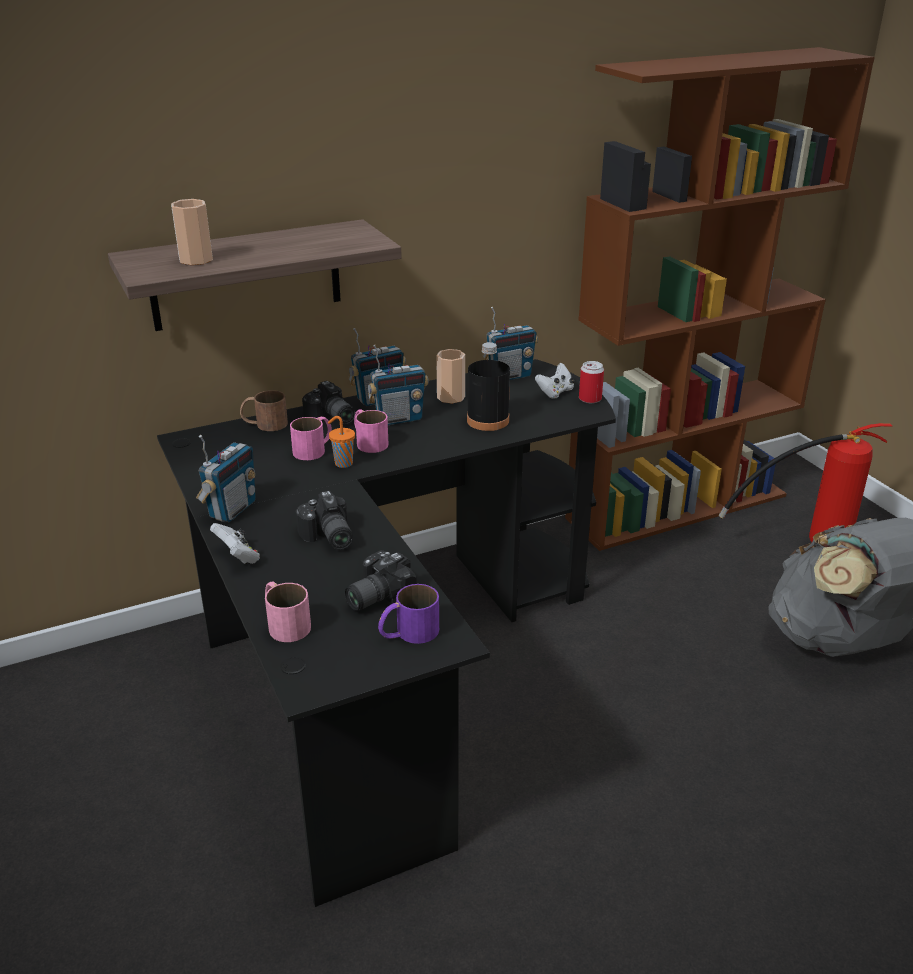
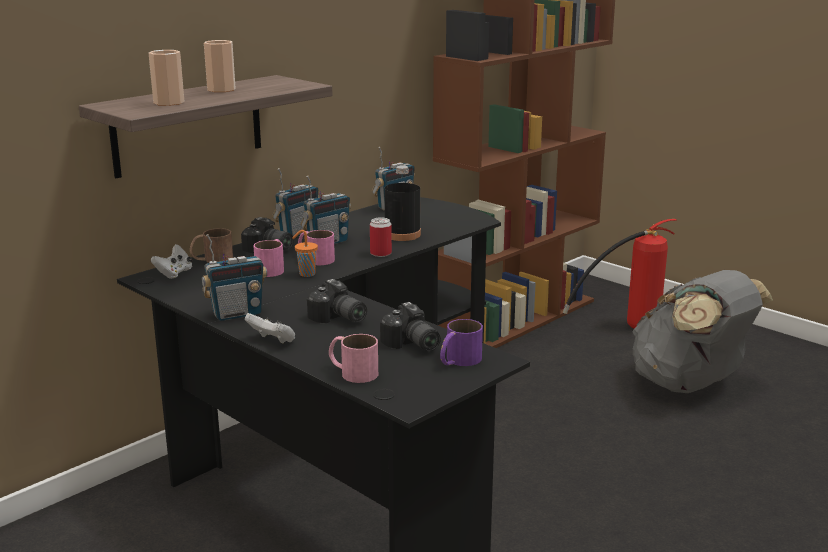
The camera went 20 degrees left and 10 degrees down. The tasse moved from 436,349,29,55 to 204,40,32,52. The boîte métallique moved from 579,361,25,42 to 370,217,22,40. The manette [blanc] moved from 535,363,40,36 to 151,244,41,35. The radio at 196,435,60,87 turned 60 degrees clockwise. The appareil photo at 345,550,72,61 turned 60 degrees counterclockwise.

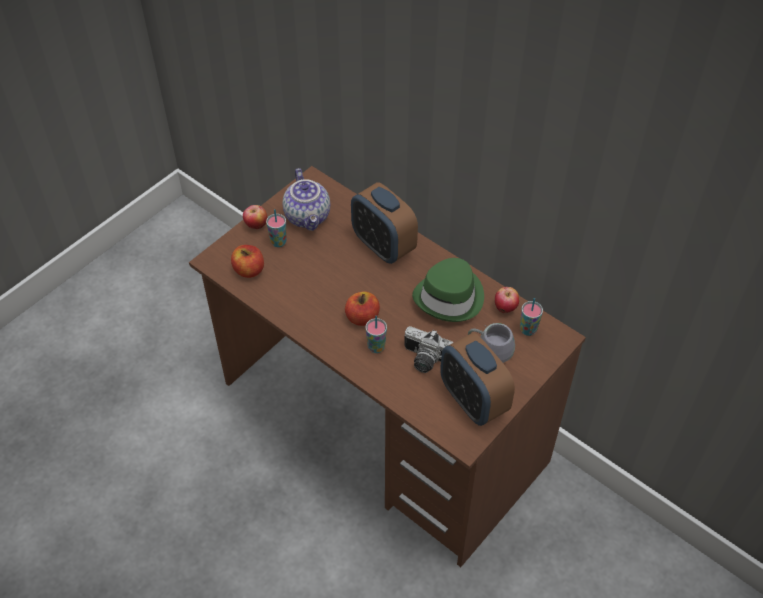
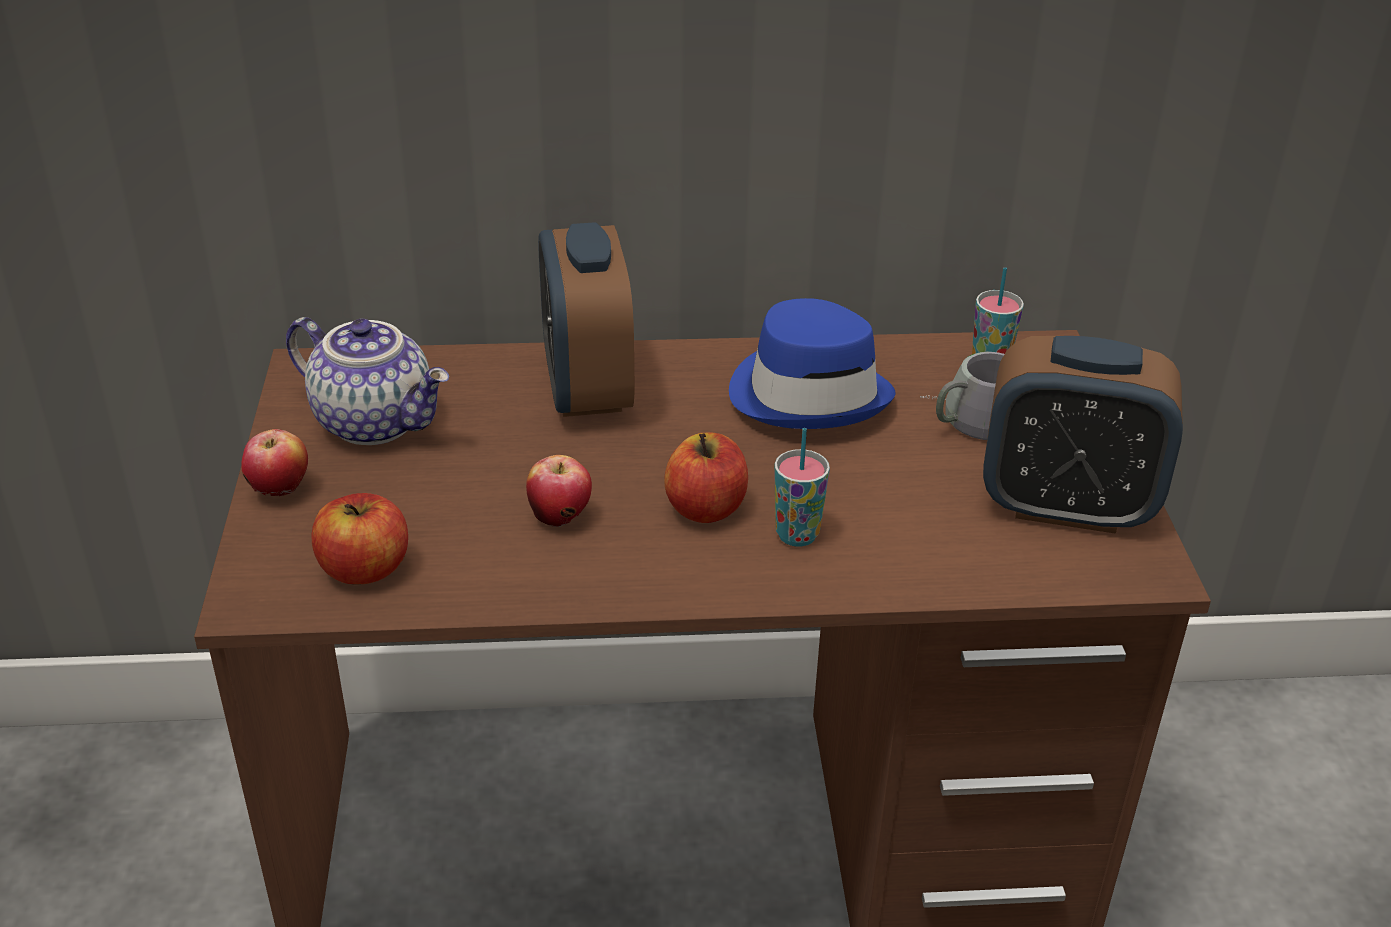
The camera went 45 degrees left and 15 degrees down. The réveil at 351,182,67,82 turned 75 degrees clockwise. The tasse at 266,209,21,38 disappeared. The chapeau [vert] at 412,258,72,64 became the chapeau [bleu] at 729,298,166,131. The pomme moved from 495,287,24,26 to 526,455,66,72. The appareil photo at 404,326,49,47 disappeared.

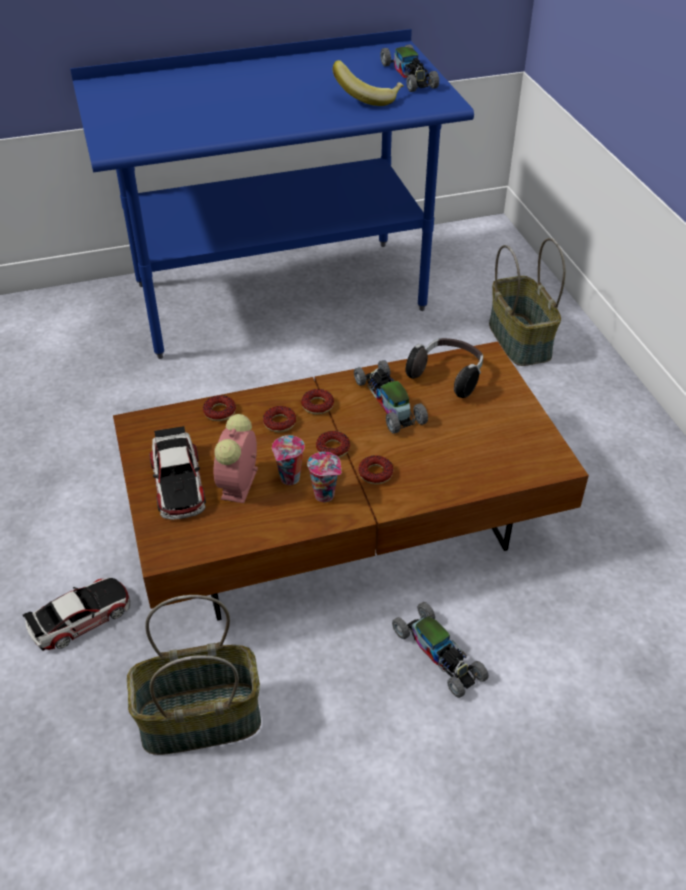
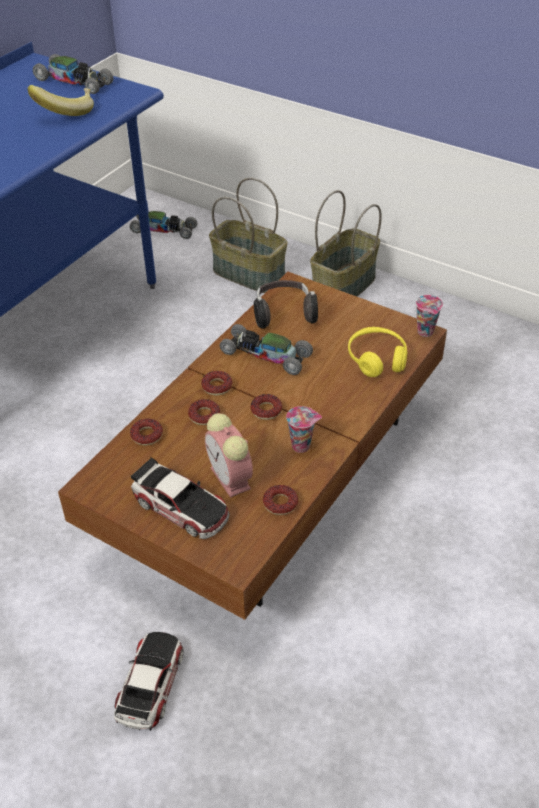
The camera went 40 degrees left and 0 degrees up. The tasse moved from 272,435,33,50 to 416,295,27,42. The beignet moved from 358,455,35,29 to 263,485,35,30. The panier moved from 127,595,134,160 to 310,190,72,107. The petite voiture moved from 392,602,97,96 to 130,211,67,28. The casque audio [jaune] at 348,327,60,50 appeared.

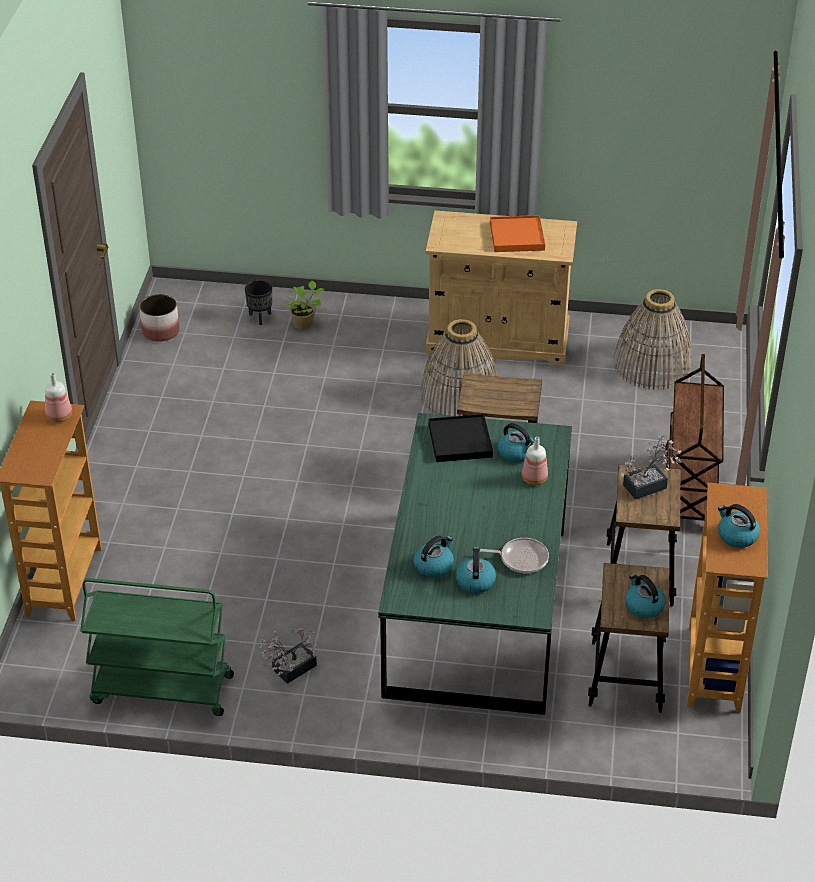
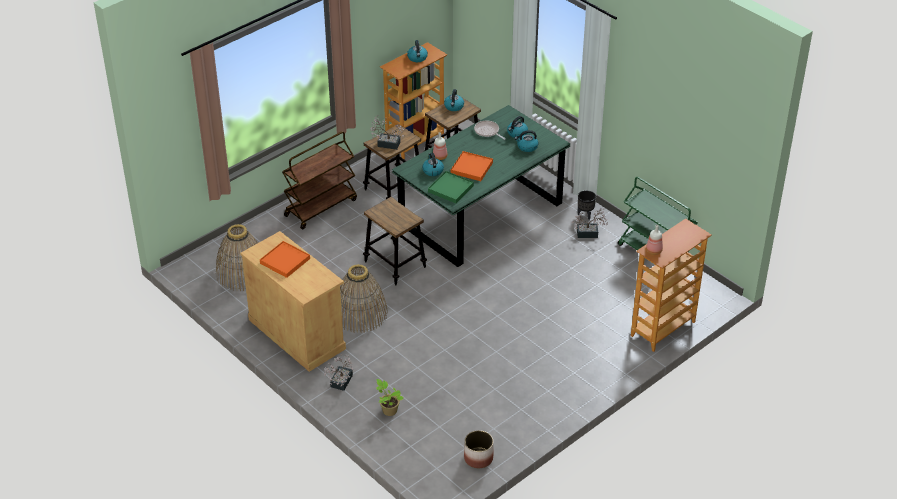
The camera went 140 degrees left and 0 degrees up. The cache-pot [noir] moved from 245,280,27,45 to 578,190,18,30. The plateau [noir] at 428,414,65,48 became the plateau [vert] at 428,171,46,32. The plateau [orange] at 451,151,42,30 appeared. The plante en pot at 324,355,29,36 appeared.

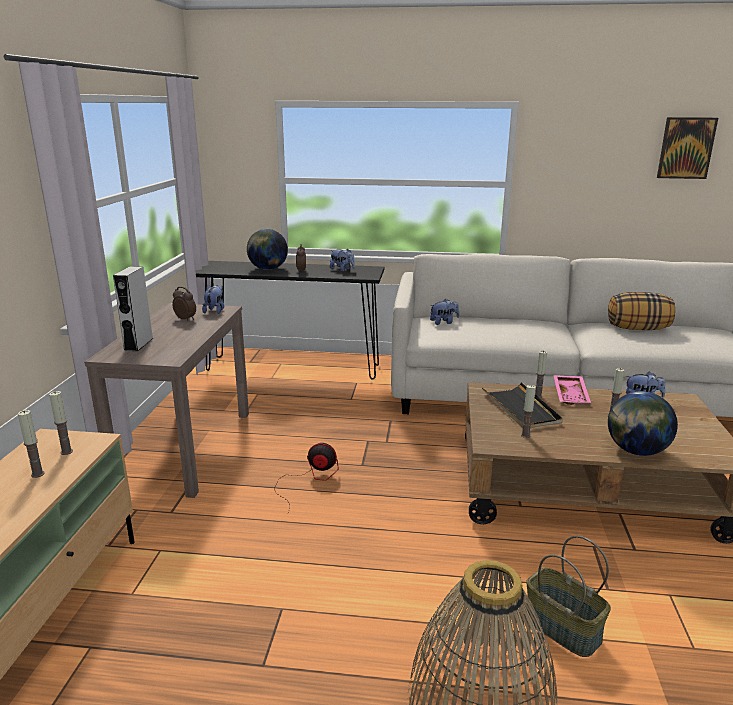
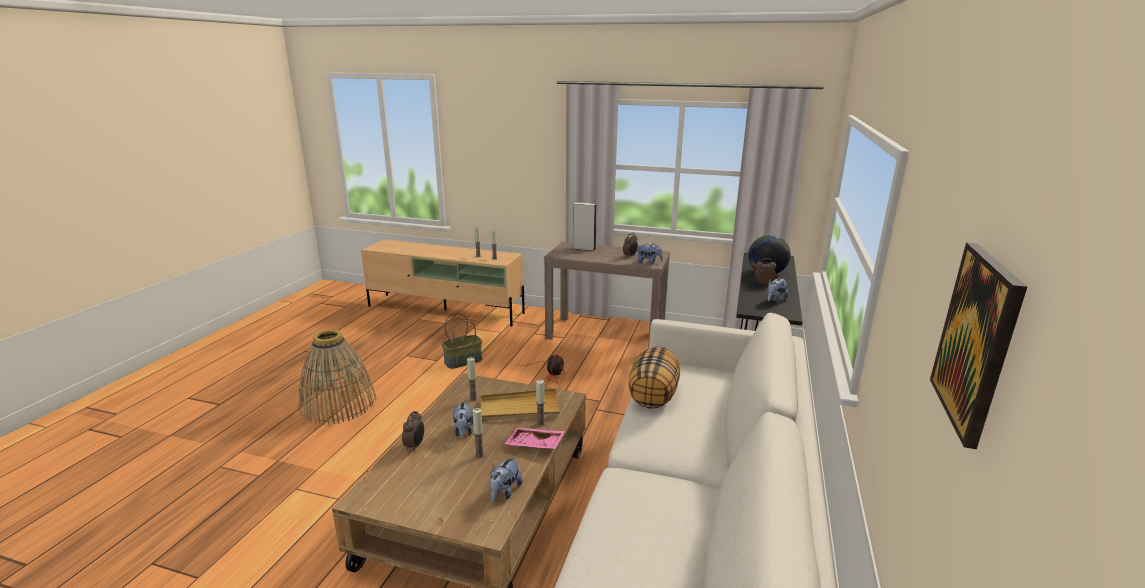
The camera went 100 degrees right and 0 degrees up. The coussin moved from 608,292,67,38 to 628,347,52,61. The peluche moved from 430,299,29,26 to 453,400,20,39. The plateau [noir] at 482,382,81,47 became the plateau [beige] at 480,389,80,32. The globe at 608,391,70,65 was replaced by the réveil at 402,411,22,41. The panier moved from 524,536,87,121 to 442,313,40,56.

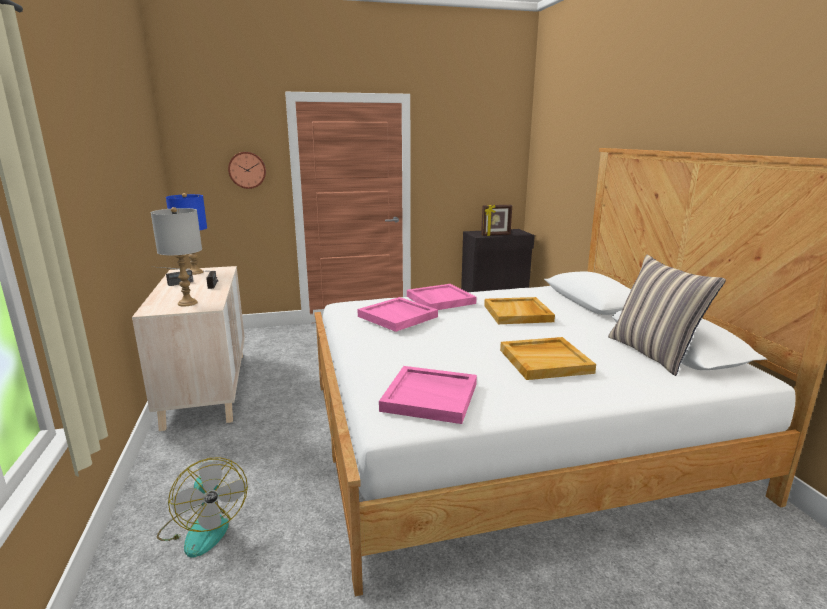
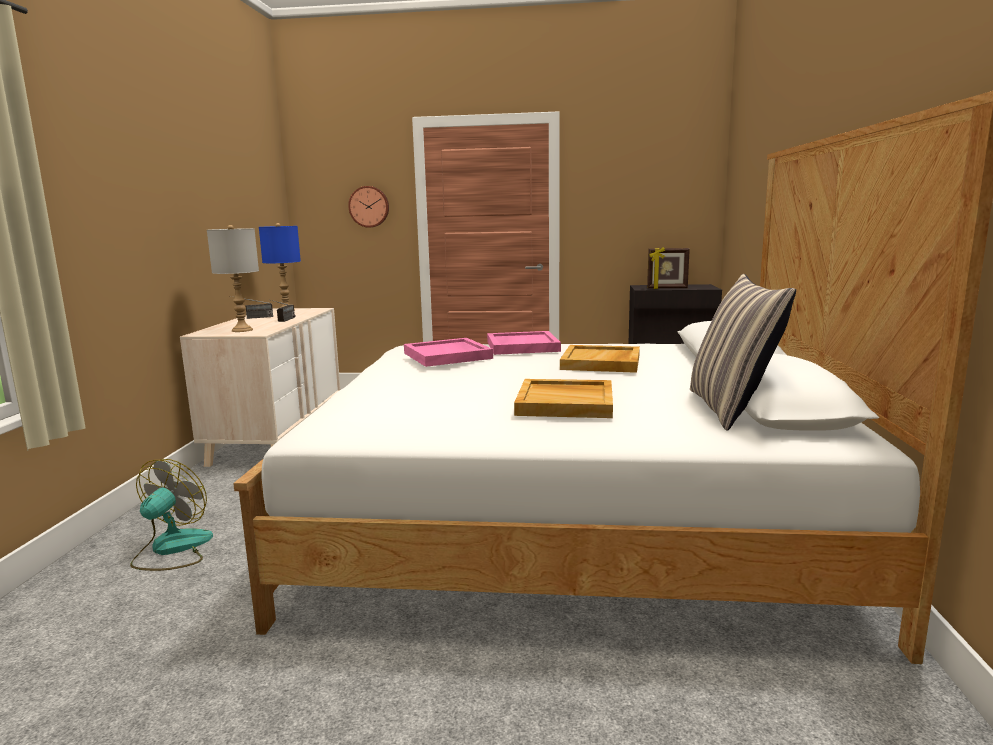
The camera went 20 degrees right and 5 degrees down. The plateau [rose] at 379,366,98,58 disappeared. The ventilateur at 157,457,91,101 turned 150 degrees counterclockwise.

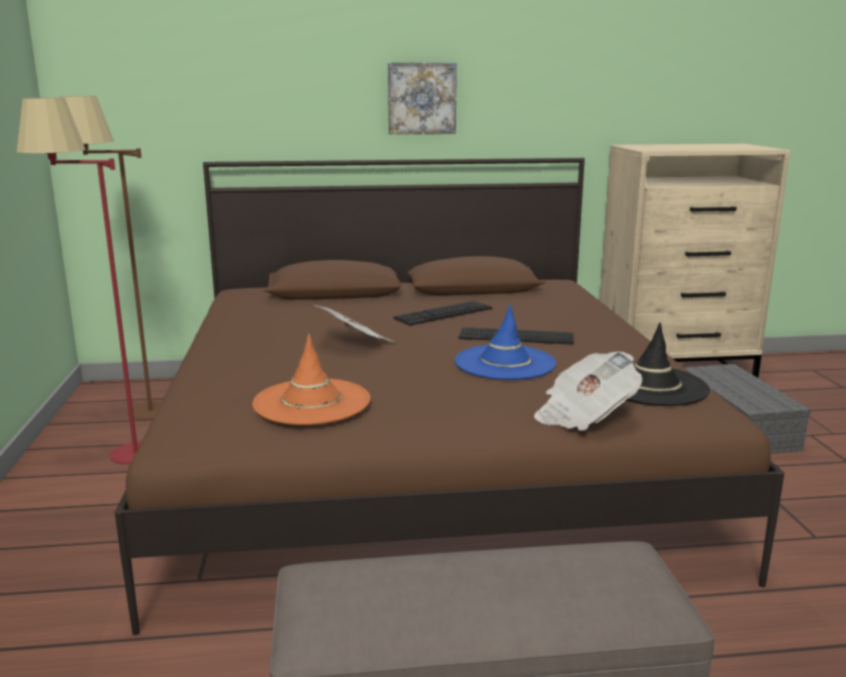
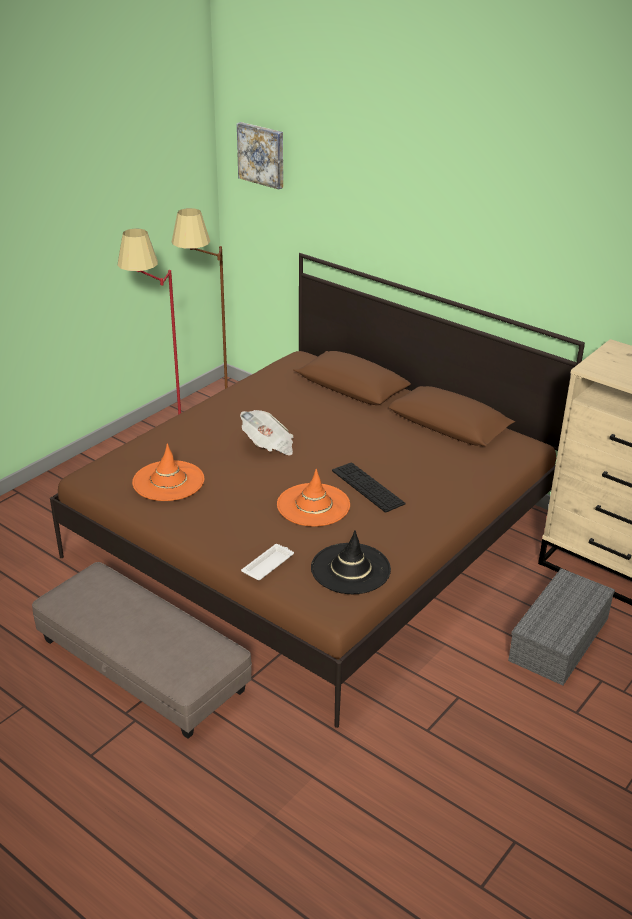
The camera went 45 degrees right and 15 degrees up. The tableau moved from 388,63,69,71 to 237,122,46,67. The clavier at 393,301,99,25 disappeared. The chapeau [bleu] at 455,304,101,76 became the chapeau [orange] at 277,469,73,58. The journal at 534,352,108,79 was replaced by the plateau [blanc] at 241,544,53,36.

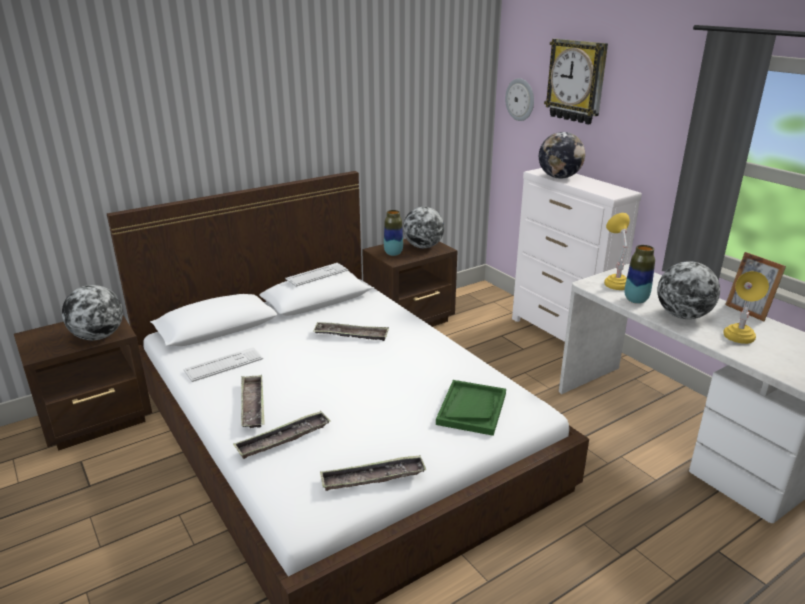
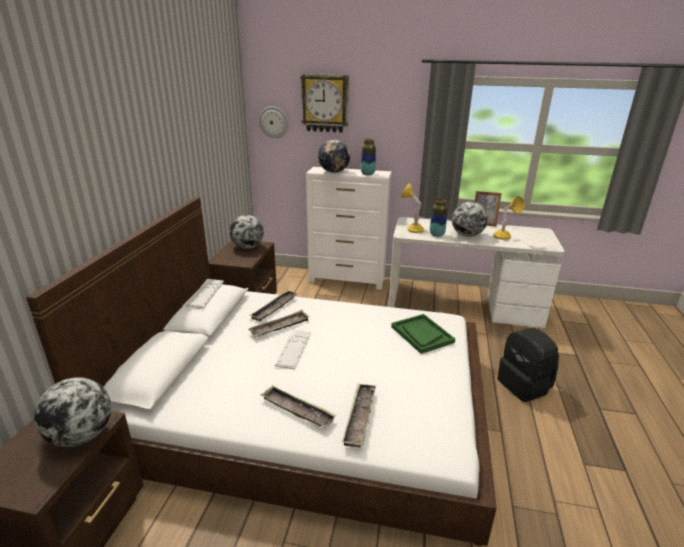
The camera went 45 degrees left and 0 degrees up. The vase moved from 384,210,19,46 to 361,139,15,36. The clavier moved from 184,347,79,35 to 275,329,36,41. The plateau moved from 320,455,107,36 to 250,291,48,30. The sac à dos [noir] at 497,328,62,74 appeared.

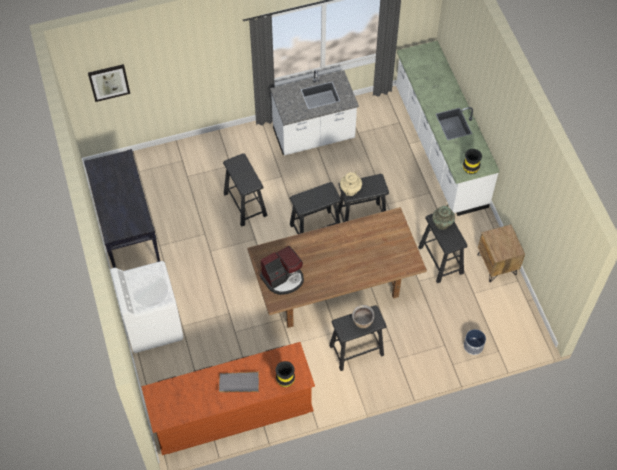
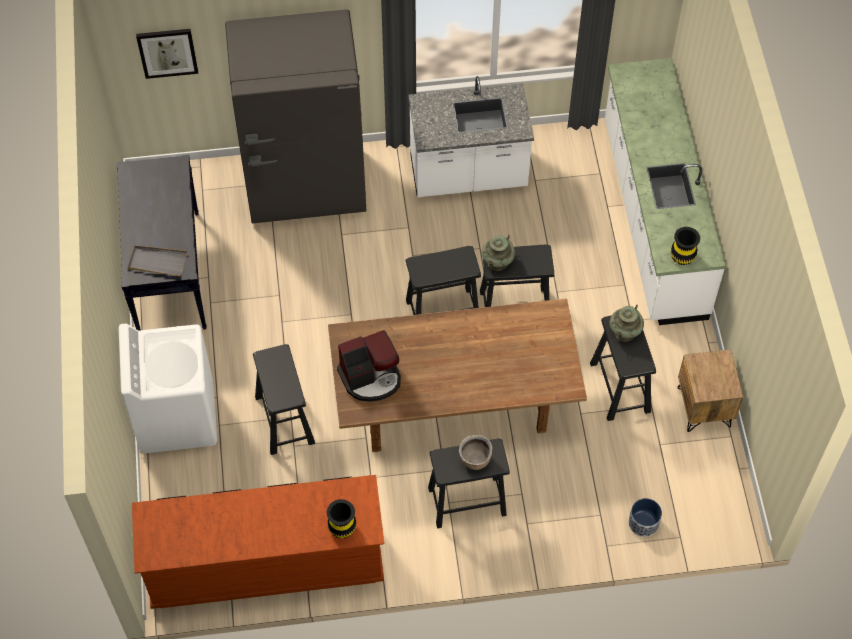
The camera went 10 degrees right and 0 degrees up. The tabouret [noir] moved from 223,153,45,74 to 253,344,62,111. The vase [beige] at 340,171,22,25 became the vase [turquoise] at 482,235,33,36. The plateau [gris] moved from 219,372,40,20 to 128,246,59,30. The réfrigérateur [gris] at 225,9,141,214 appeared.

